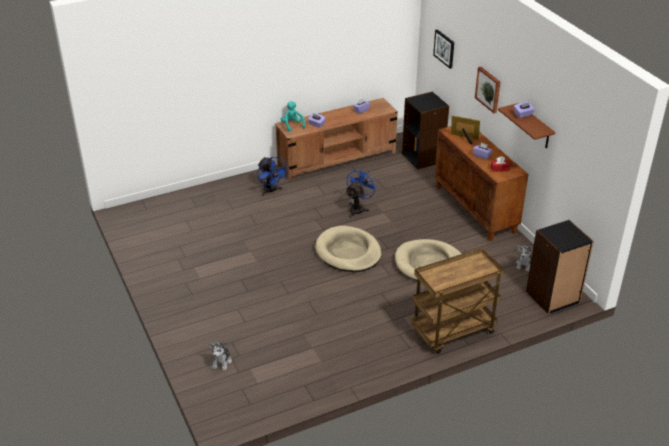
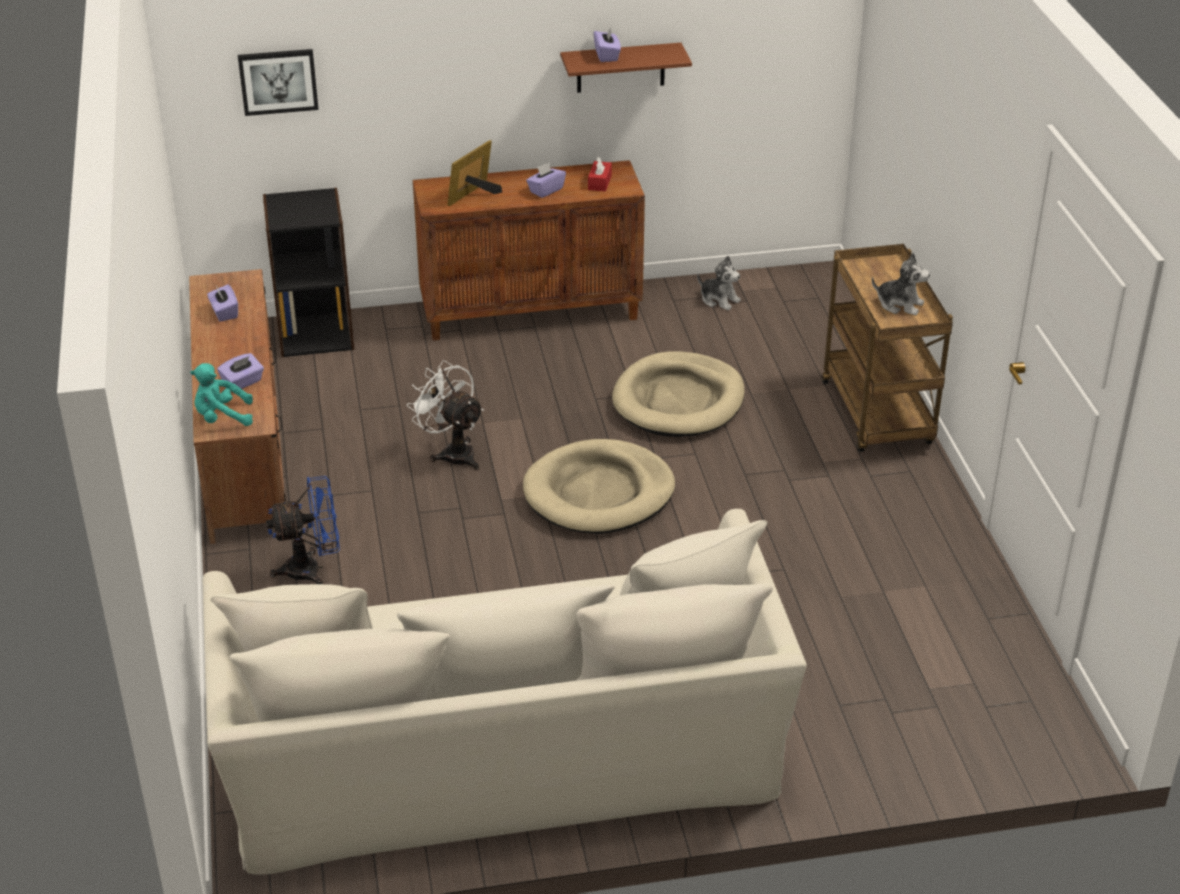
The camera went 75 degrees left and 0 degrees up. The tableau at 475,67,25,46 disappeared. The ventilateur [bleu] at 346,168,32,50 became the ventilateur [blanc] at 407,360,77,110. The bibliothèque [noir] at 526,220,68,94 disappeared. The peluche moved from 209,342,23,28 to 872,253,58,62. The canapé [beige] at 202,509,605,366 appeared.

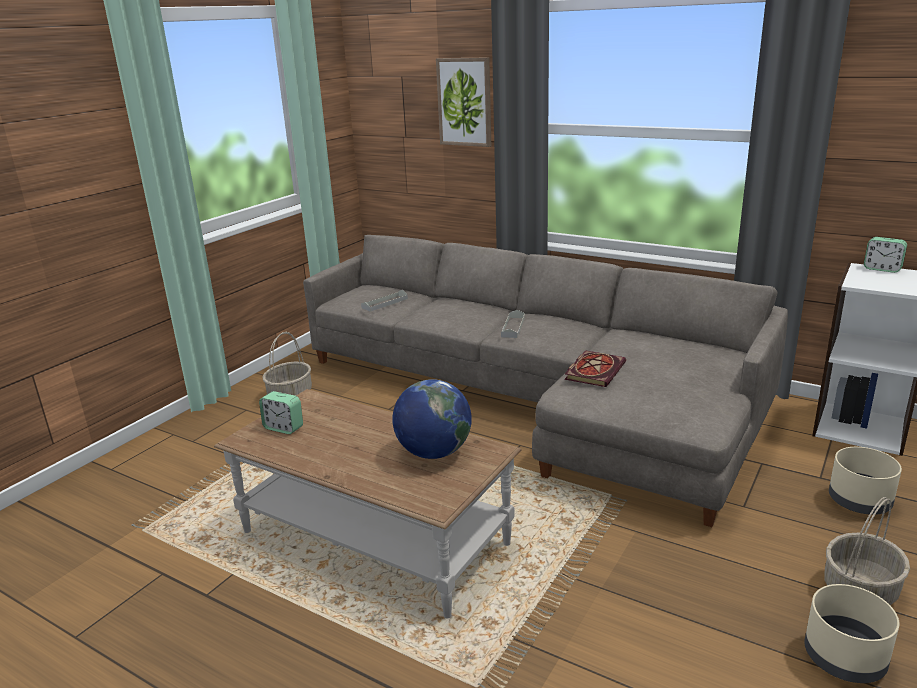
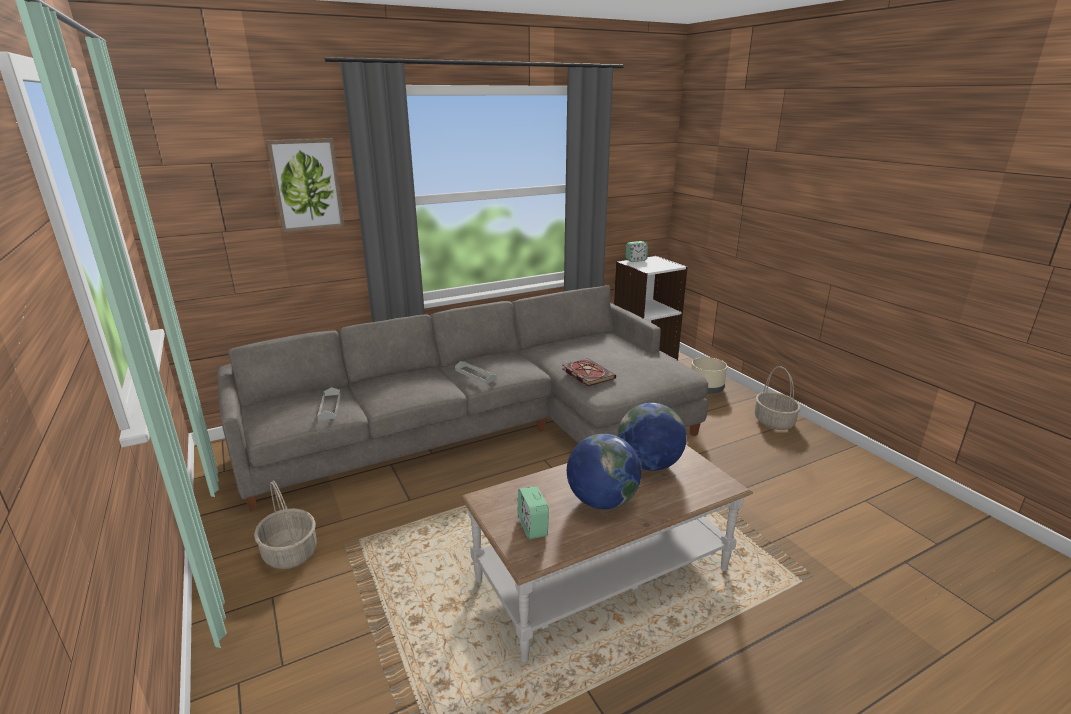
The camera went 60 degrees left and 0 degrees up. The réveil at 259,391,44,43 turned 105 degrees clockwise. The cache-pot [beige] at 804,584,95,99 disappeared. The globe at 567,434,74,75 appeared.

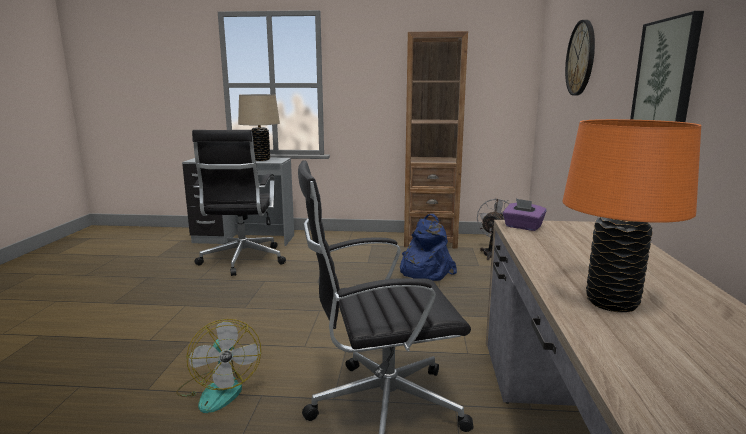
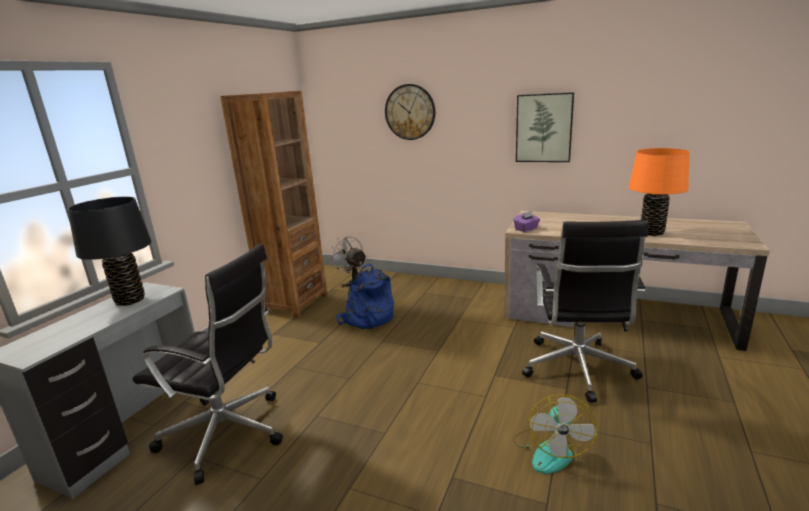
The camera went 70 degrees left and 5 degrees up. The lampe de table [beige] at 238,94,42,67 became the lampe de table [noir] at 67,197,85,109. The ventilateur at 176,319,85,94 turned 105 degrees clockwise.

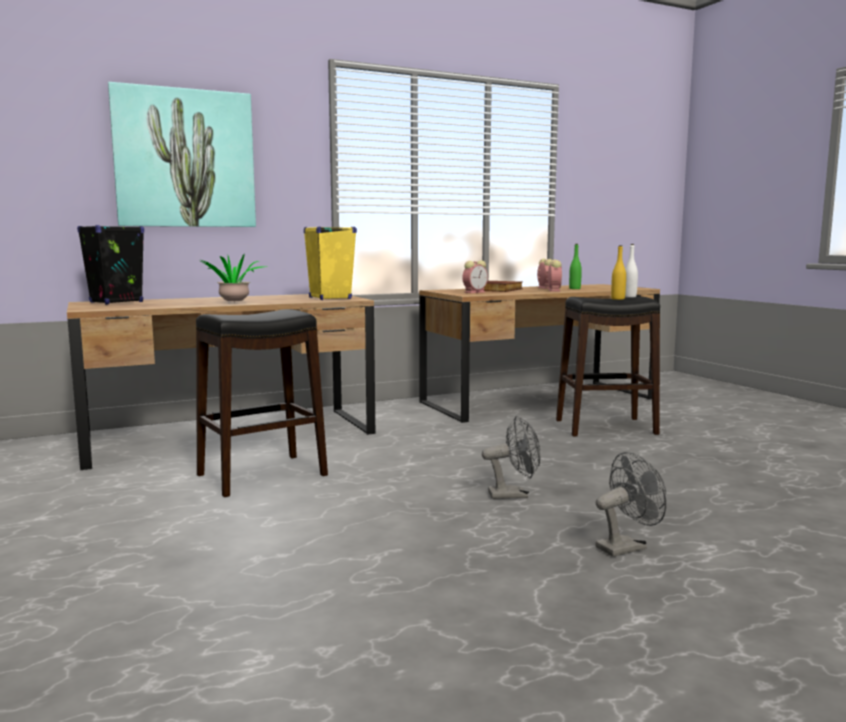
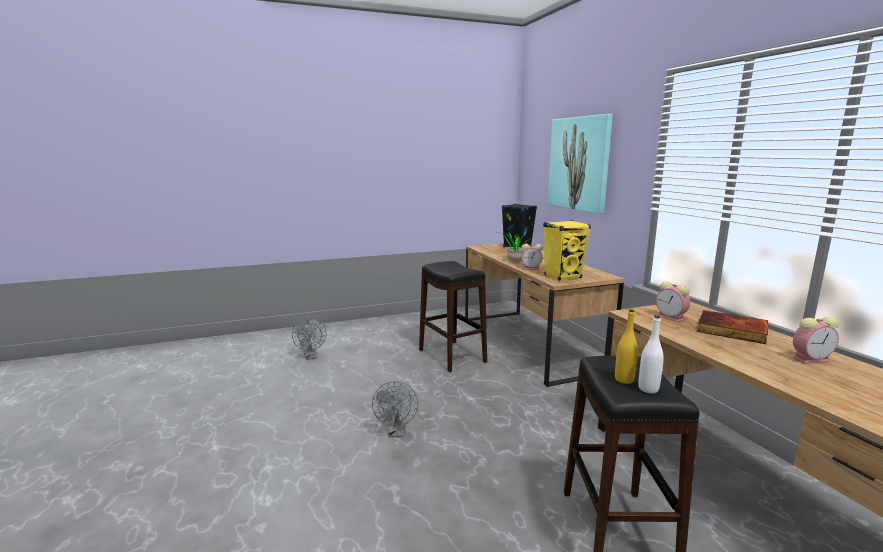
The camera went 95 degrees right and 5 degrees up. The bouteille [vert] at 569,244,13,45 disappeared. The réveil moved from 546,260,16,31 to 521,244,22,26. The ventilateur [gris] moved from 595,452,71,105 to 292,318,35,42.

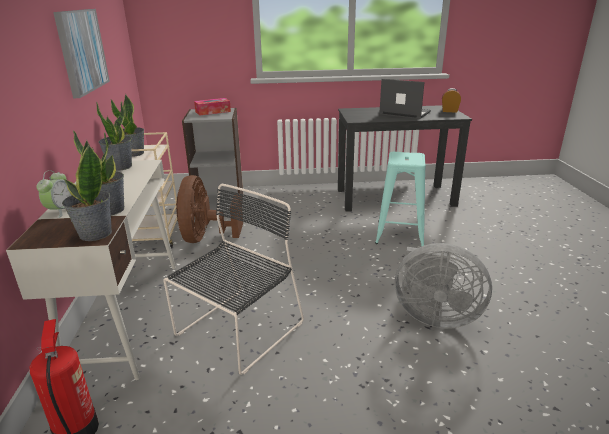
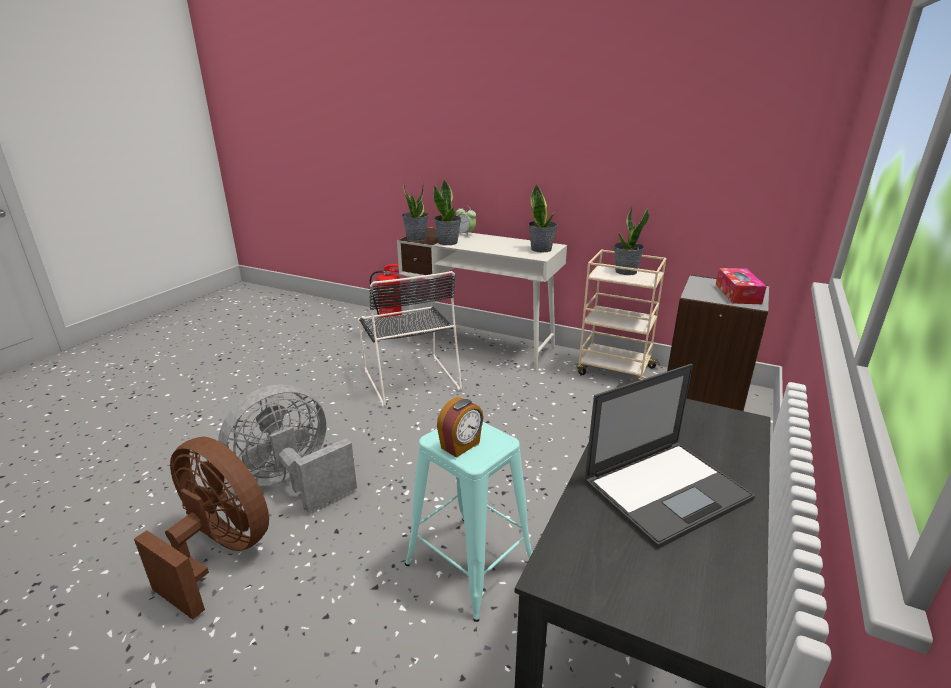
The camera went 120 degrees right and 0 degrees up. The tableau at 53,9,57,89 disappeared. The réveil moved from 442,88,19,25 to 437,397,47,61. The ventilateur [marron] moved from 176,175,67,68 to 134,437,135,182.

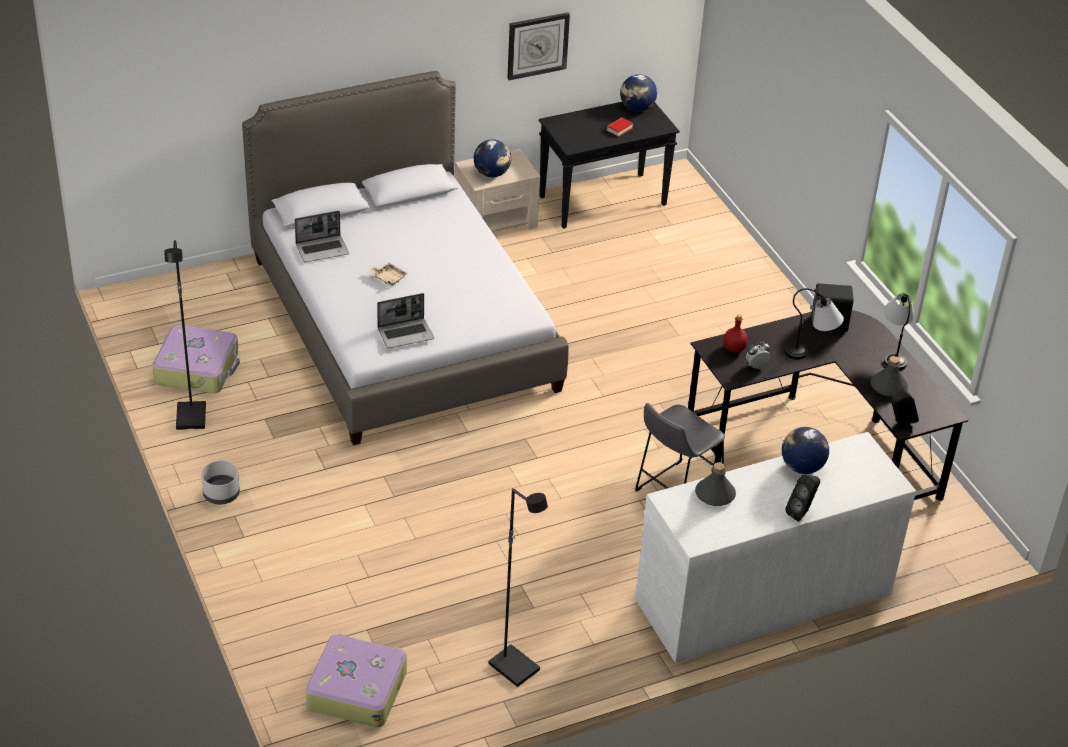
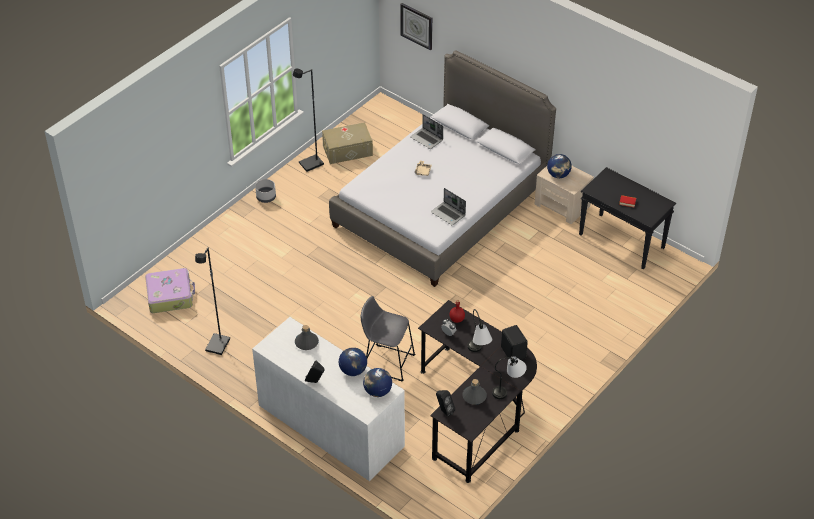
The camera went 65 degrees right and 5 degrees up. The horloge murale moved from 507,13,63,67 to 400,3,32,48. The globe moved from 620,74,37,38 to 363,368,29,29. The ordinateur portable moved from 377,293,57,55 to 431,188,35,37. The valise at 152,325,88,69 was replaced by the boîte de rangement [beige] at 322,122,51,42.

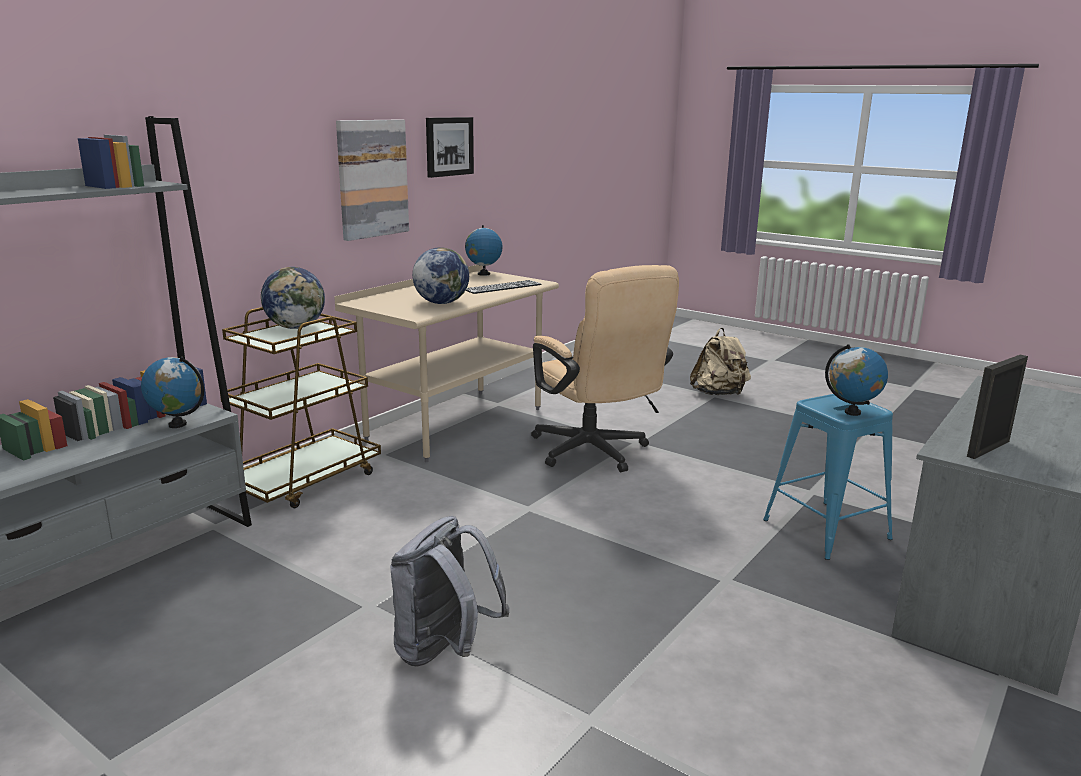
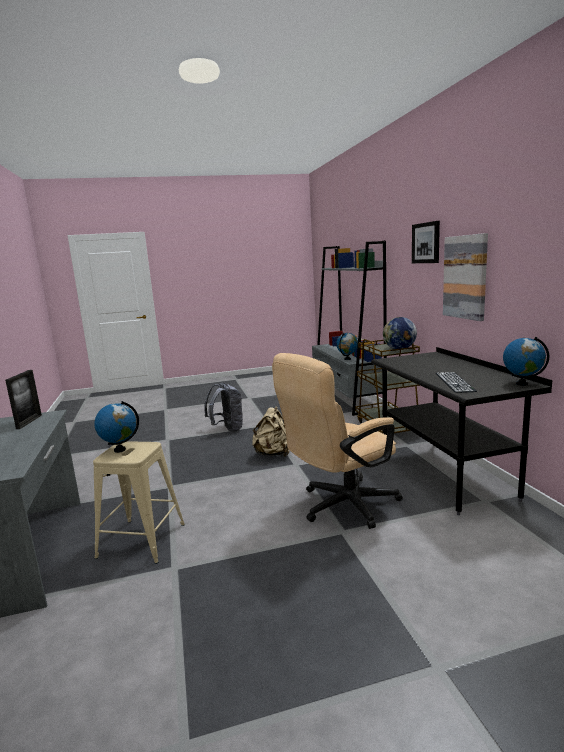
The camera went 130 degrees right and 5 degrees down. The tableau moved from 426,117,48,61 to 412,221,28,42. The globe at 412,247,57,57 disappeared. The bureau [beige] at 334,265,225,197 became the bureau [noir] at 371,347,181,168. The chaise de bureau [beige] at 531,265,148,207 turned 45 degrees counterclockwise. The sac à dos [beige] moved from 690,328,61,67 to 252,407,37,50. The tabouret [bleu] at 763,394,130,166 became the tabouret [beige] at 93,441,92,123.

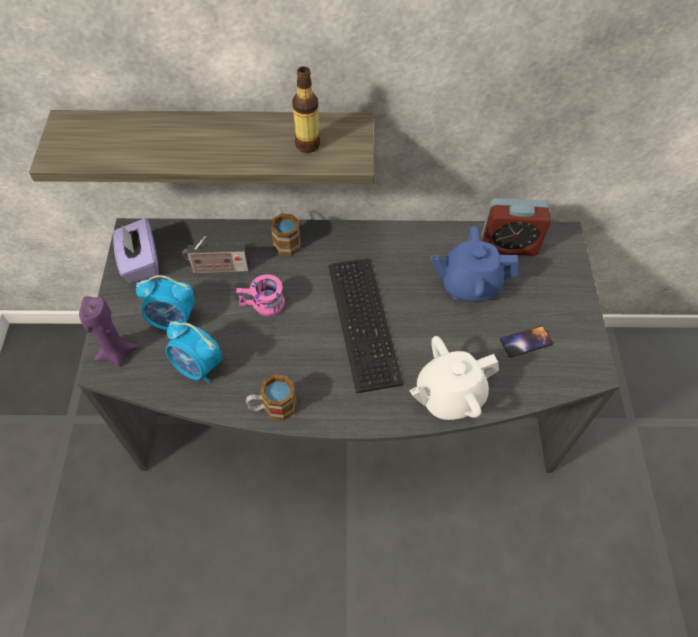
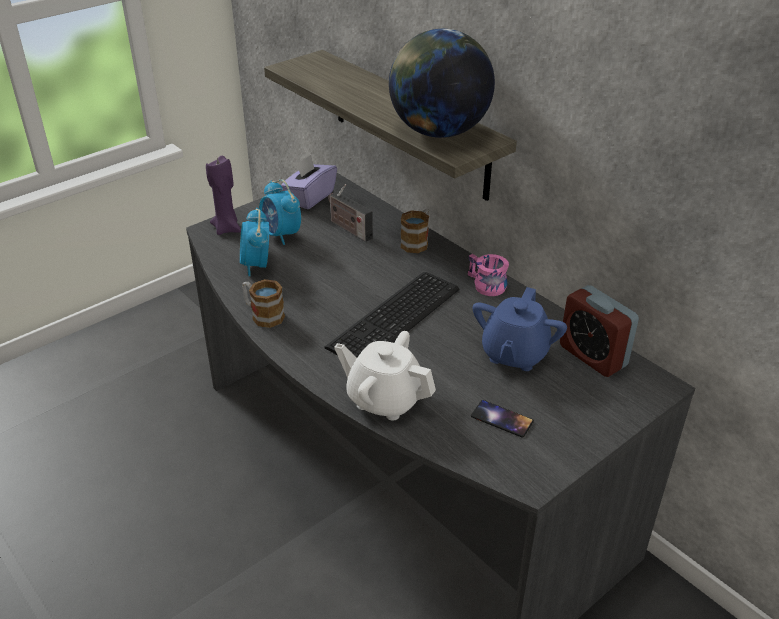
The camera went 50 degrees right and 20 degrees down. The bouteille at 292,66,28,87 was replaced by the globe at 389,29,106,109. The théière [bleu] at 431,226,87,75 turned 120 degrees counterclockwise. The mug [rose] moved from 236,274,49,42 to 468,254,41,42.

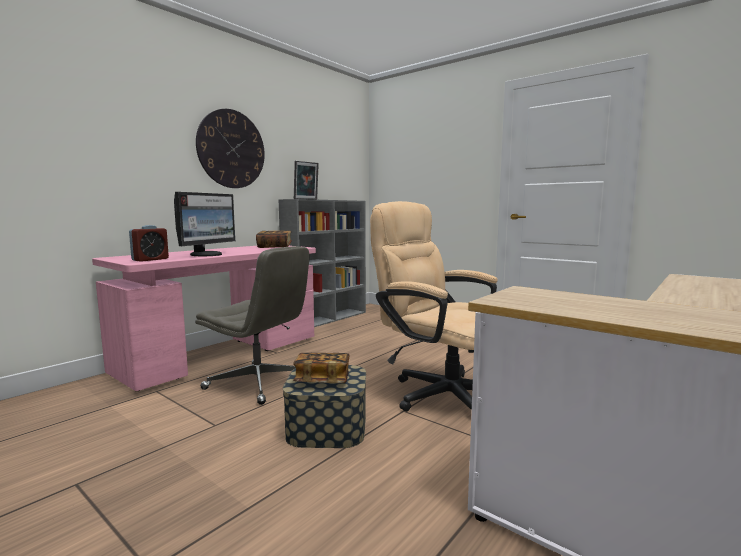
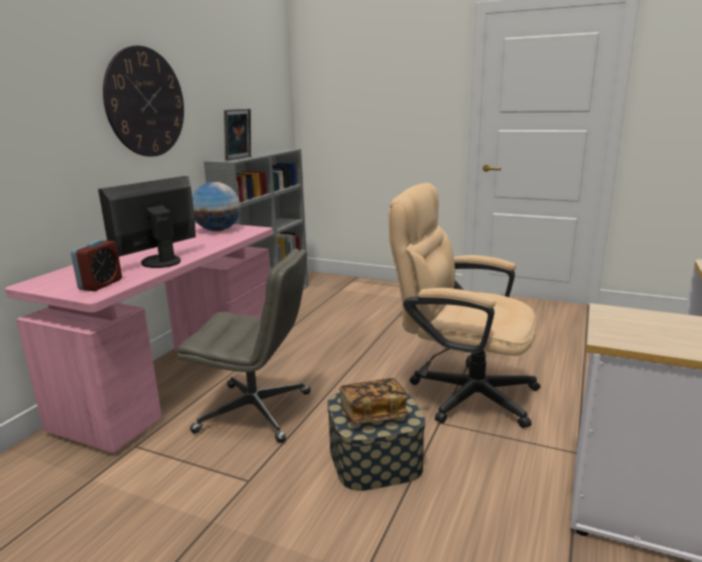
The camera went 15 degrees left and 10 degrees up. The écran d'ordinateur at 174,192,61,64 turned 150 degrees counterclockwise. The livre at 256,230,36,18 was replaced by the globe at 192,182,49,49.

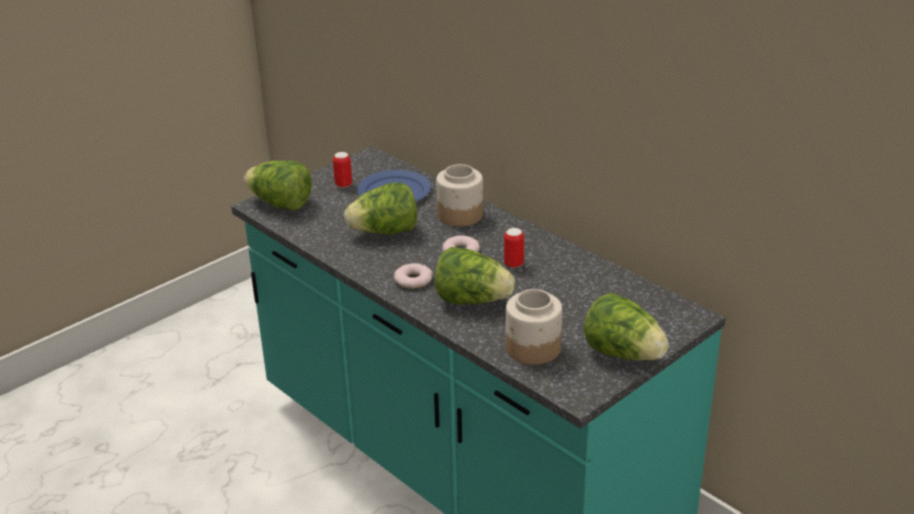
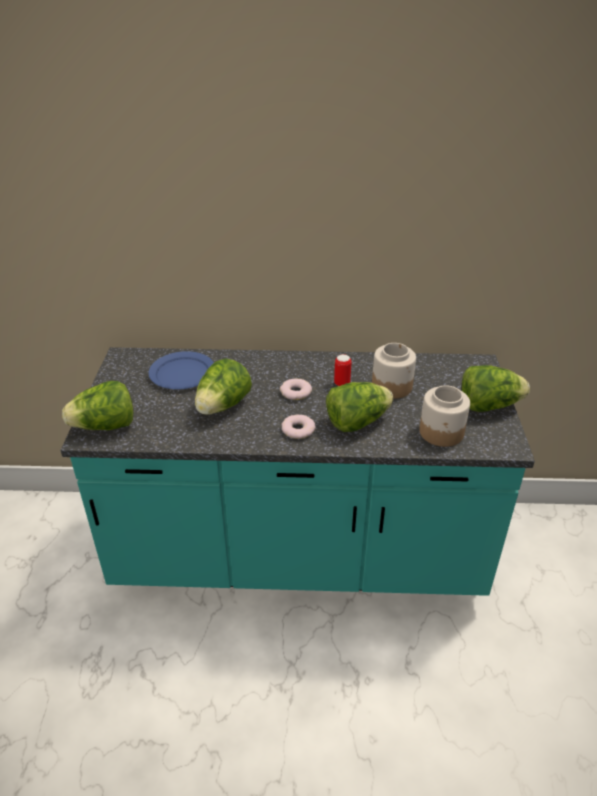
The camera went 45 degrees left and 5 degrees up. The boîte métallique at 333,152,19,36 disappeared. The bocal moved from 436,164,47,62 to 372,343,44,56.

